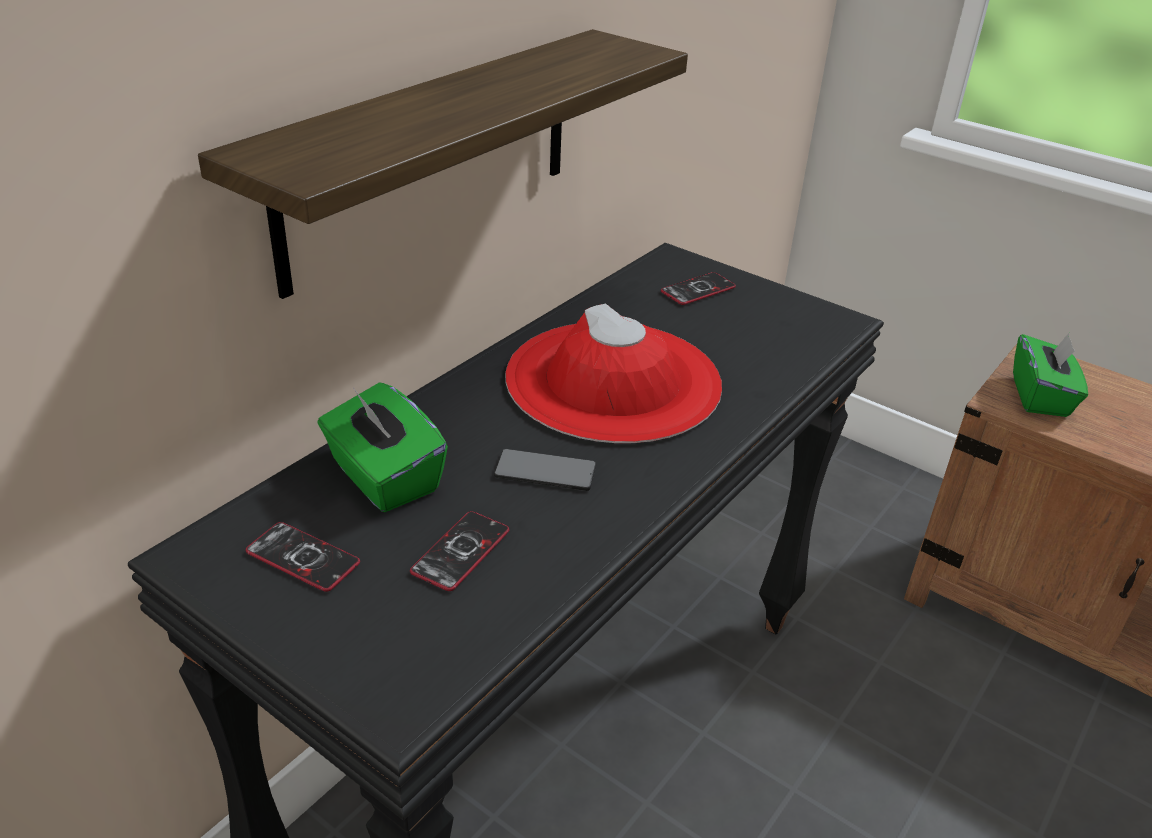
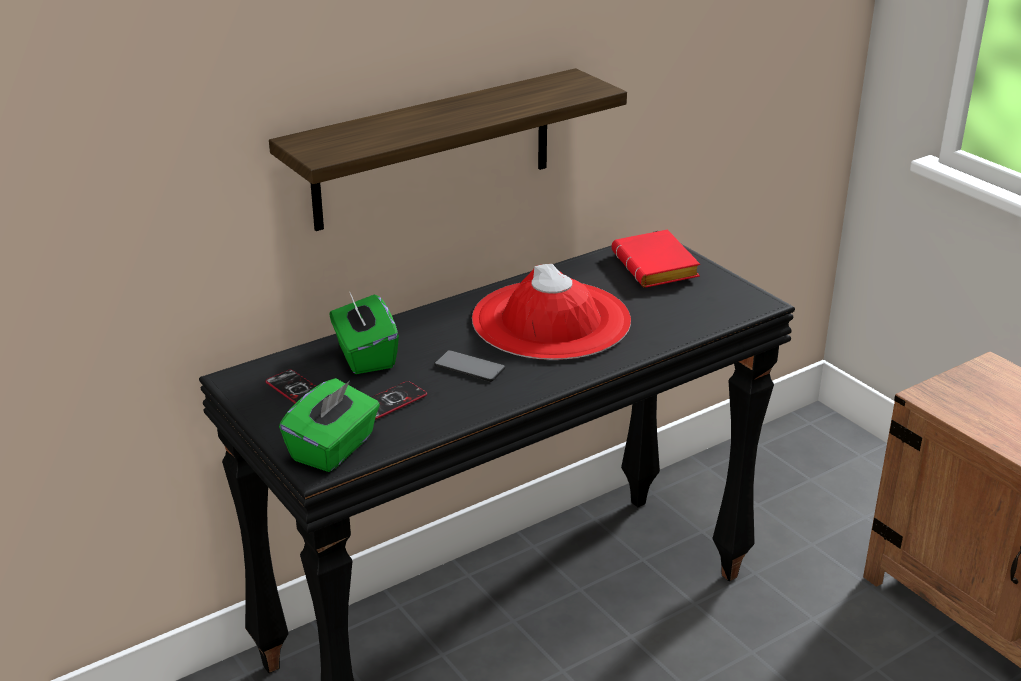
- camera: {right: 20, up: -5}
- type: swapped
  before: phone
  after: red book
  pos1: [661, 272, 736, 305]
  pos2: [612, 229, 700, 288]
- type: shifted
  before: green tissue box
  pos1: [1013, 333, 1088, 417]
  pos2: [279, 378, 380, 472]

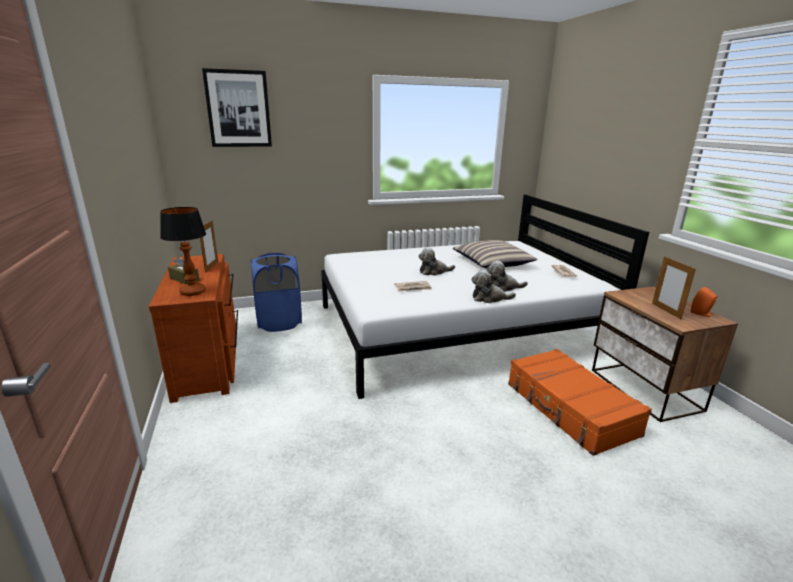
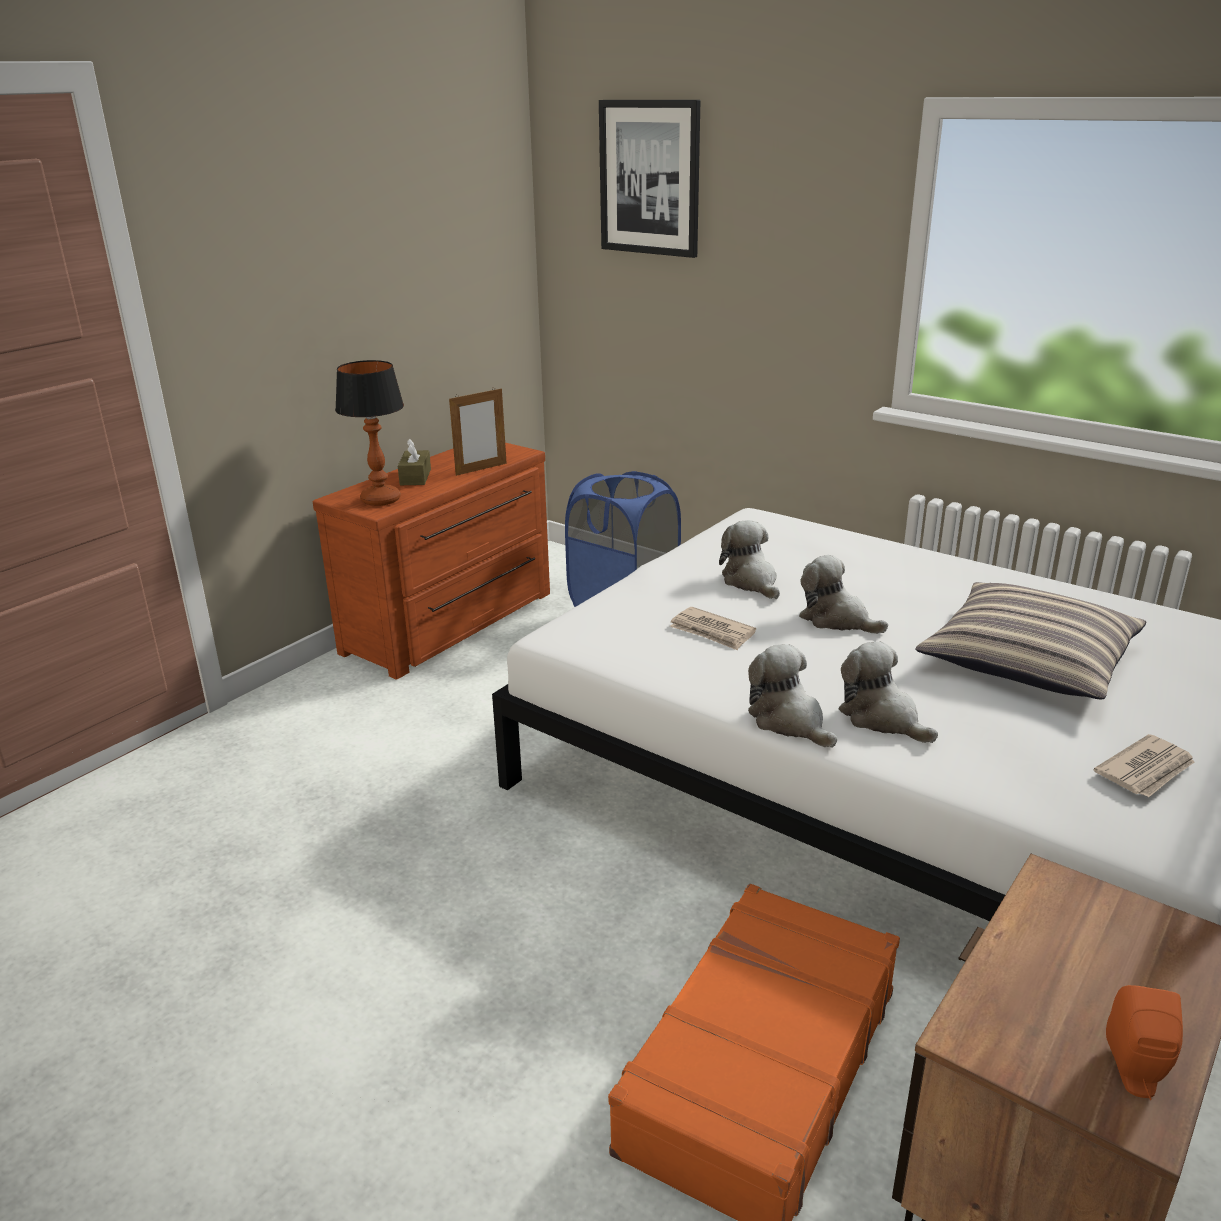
- camera: {right: 55, up: 5}
- type: gone
  before: picture frame
  pos1: [652, 256, 696, 319]
- type: new
  after: plush toy
  pos2: [719, 520, 780, 599]

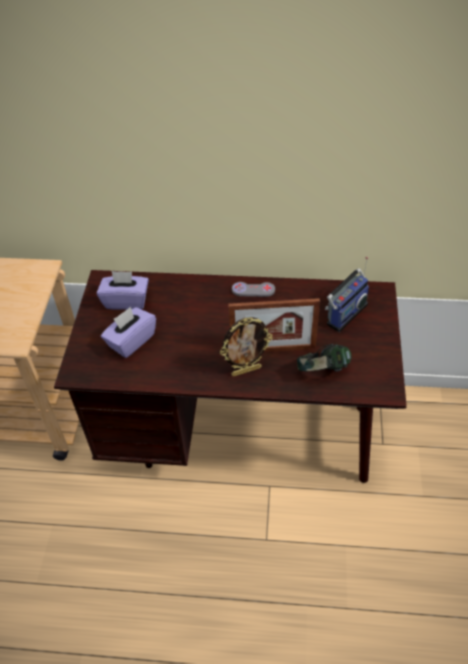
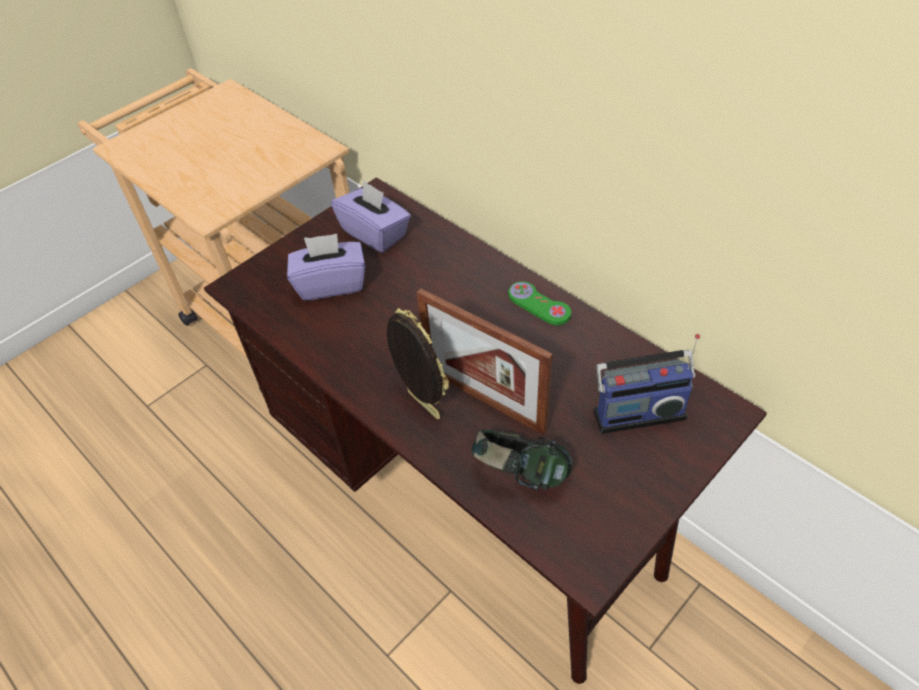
- camera: {right: 40, up: 0}
- type: rotated
  before: picture frame
  pos1: [220, 317, 272, 376]
  pos2: [387, 308, 449, 419]
  turn: -150
- type: repainted
  before: grey game controller
  after: green game controller
  pos1: [232, 282, 275, 297]
  pos2: [509, 282, 571, 325]

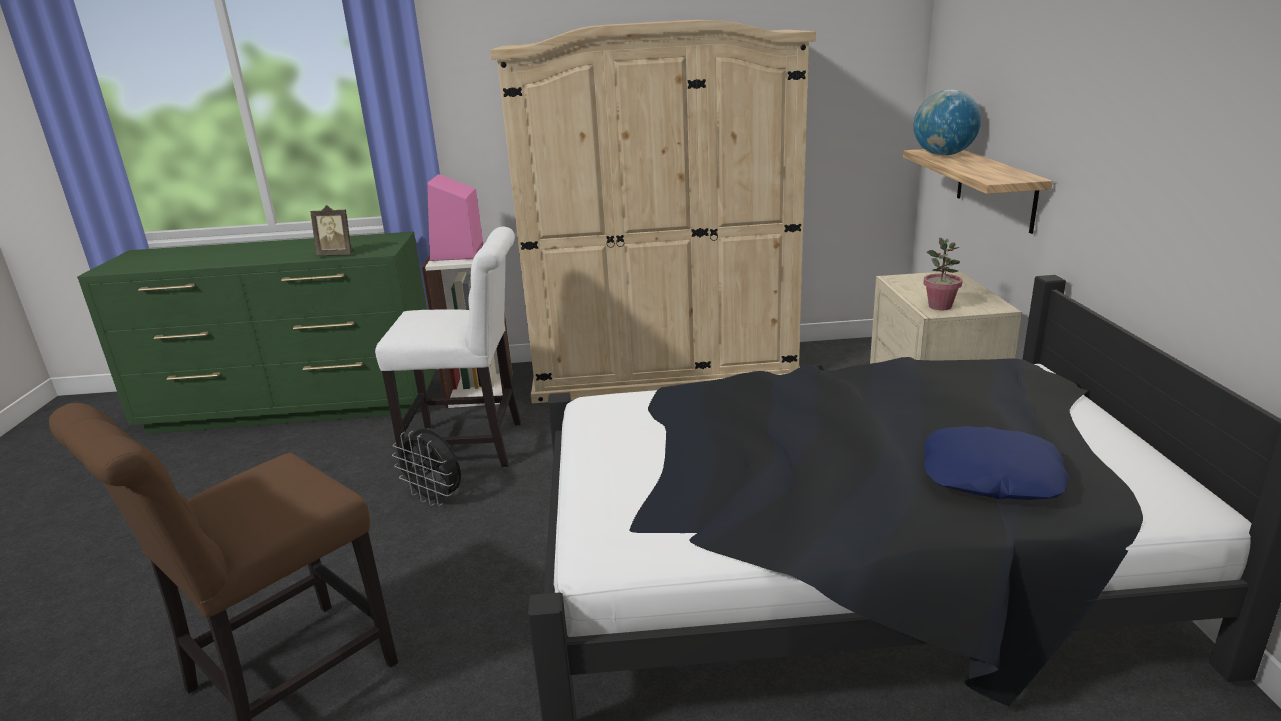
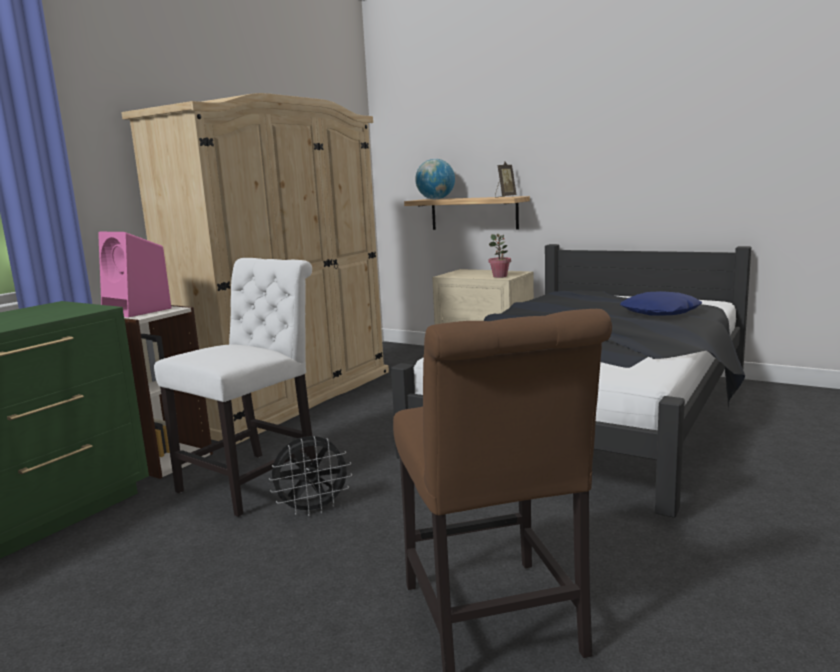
- camera: {right: -55, up: -10}
- type: shifted
  before: picture frame
  pos1: [310, 205, 354, 255]
  pos2: [495, 162, 516, 198]

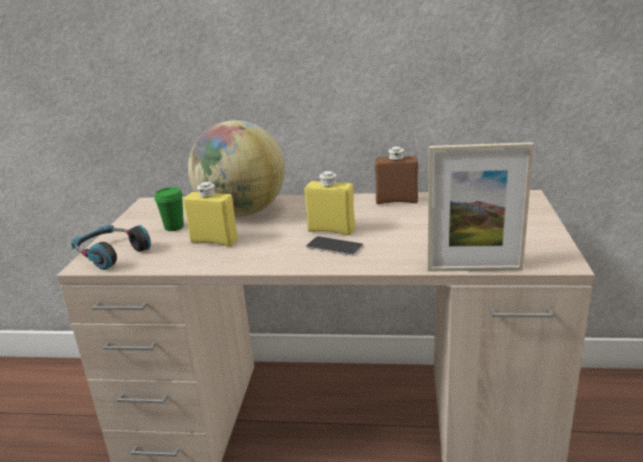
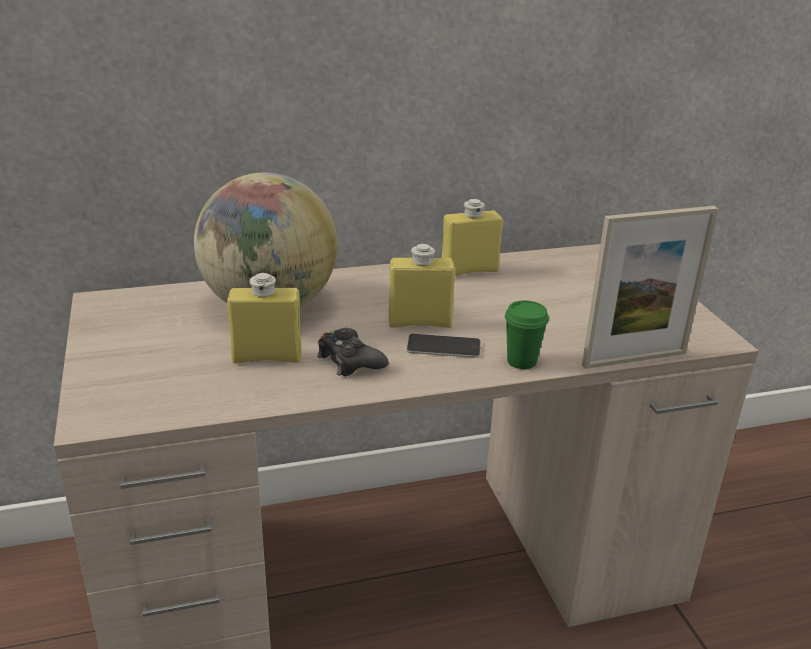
- camera: {right: -25, up: 5}
- type: gone
  before: headphones
  pos1: [71, 225, 151, 270]
- type: shifted
  before: green cup
  pos1: [154, 187, 184, 231]
  pos2: [505, 300, 549, 369]
- type: repainted
  before: brown bottle
  after: yellow bottle
  pos1: [375, 147, 418, 204]
  pos2: [442, 199, 503, 276]
- type: new
  after: black game controller
  pos2: [317, 328, 389, 376]

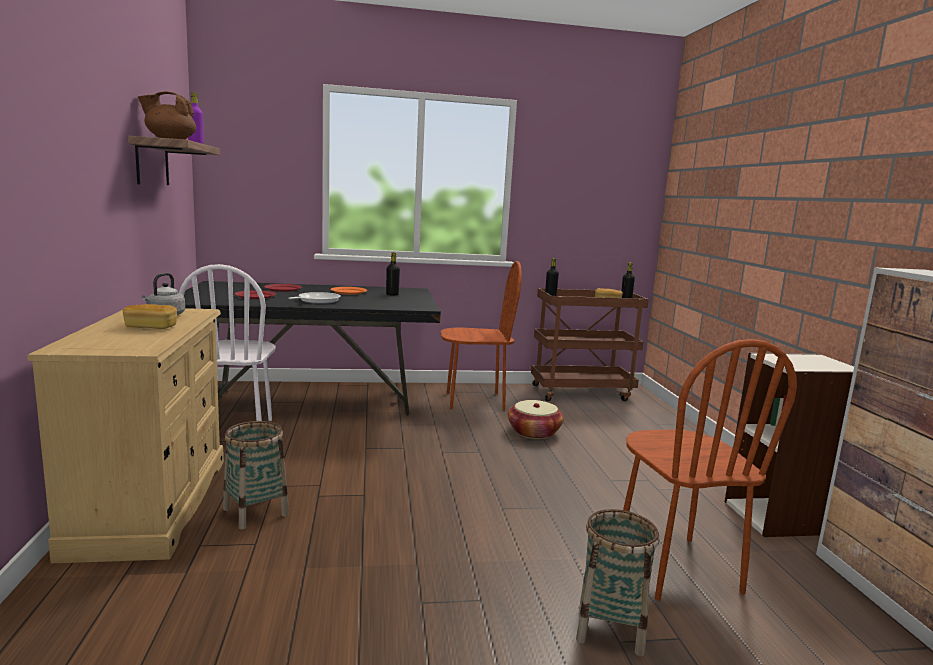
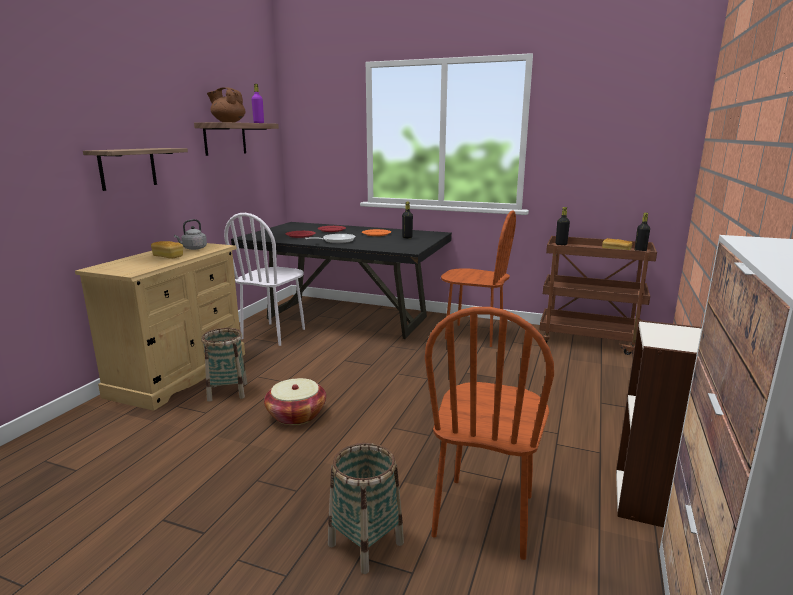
- camera: {right: 30, up: 5}
- type: shifted
  before: basket
  pos1: [508, 400, 564, 439]
  pos2: [264, 378, 326, 425]
- type: new
  after: shelf
  pos2: [83, 148, 188, 191]

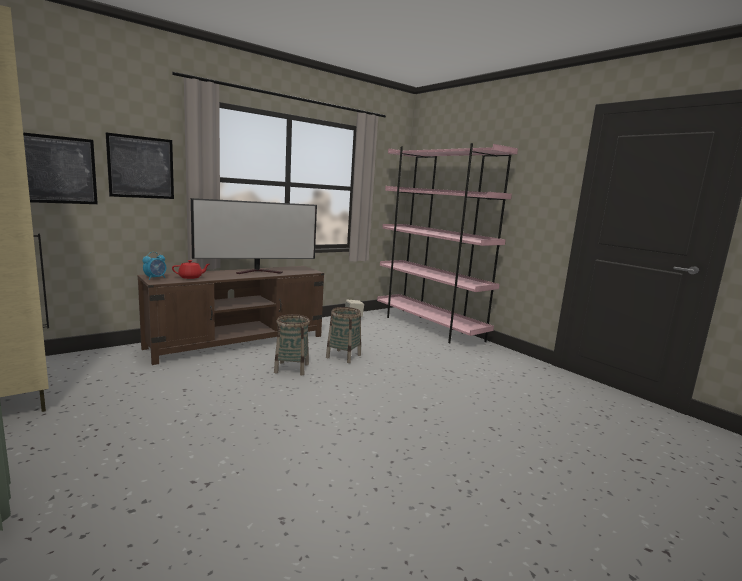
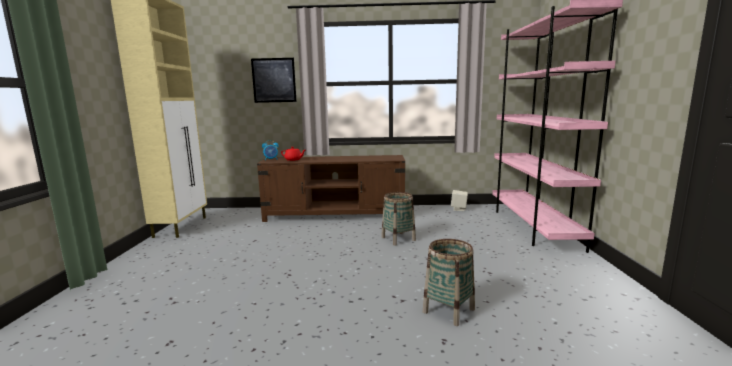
- camera: {right: 40, up: 0}
- type: gone
  before: picture
  pos1: [23, 132, 98, 204]
- type: gone
  before: television
  pos1: [191, 198, 317, 274]
- type: shifted
  before: basket
  pos1: [274, 314, 310, 375]
  pos2: [423, 239, 475, 326]

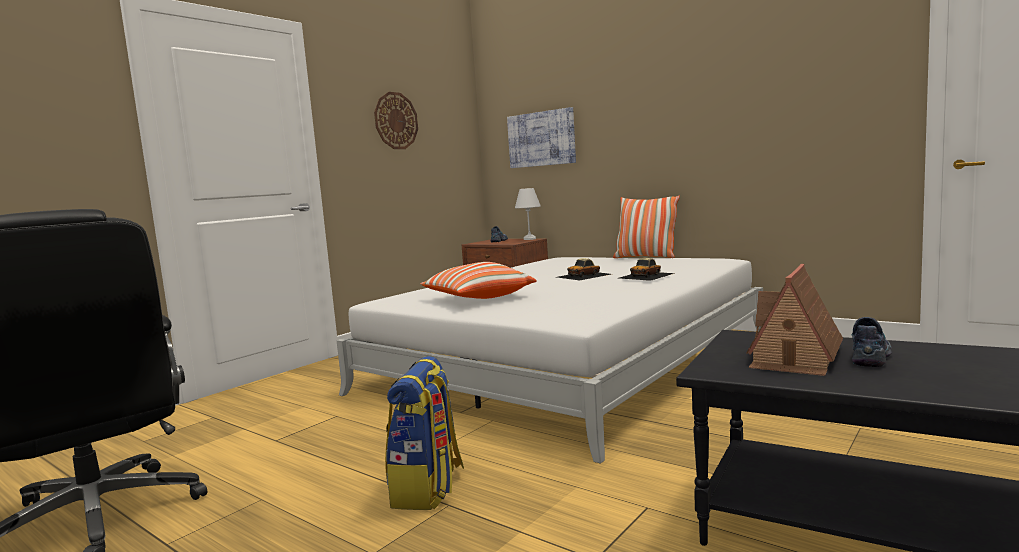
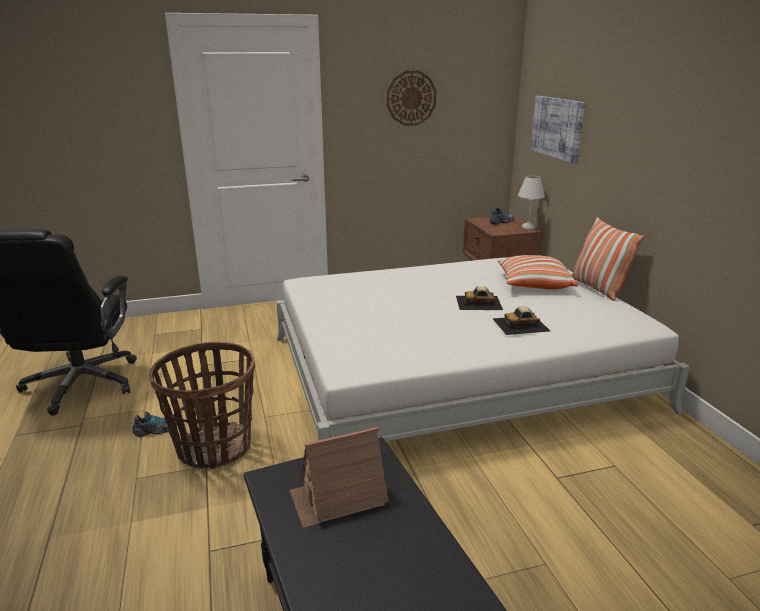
- camera: {right: 35, up: 15}
- type: swapped
  before: backpack
  after: basket
  pos1: [385, 356, 464, 510]
  pos2: [149, 342, 255, 469]
- type: shifted
  before: pillow
  pos1: [420, 262, 537, 299]
  pos2: [498, 255, 578, 290]
- type: shifted
  before: shoe
  pos1: [852, 317, 892, 367]
  pos2: [132, 411, 178, 437]

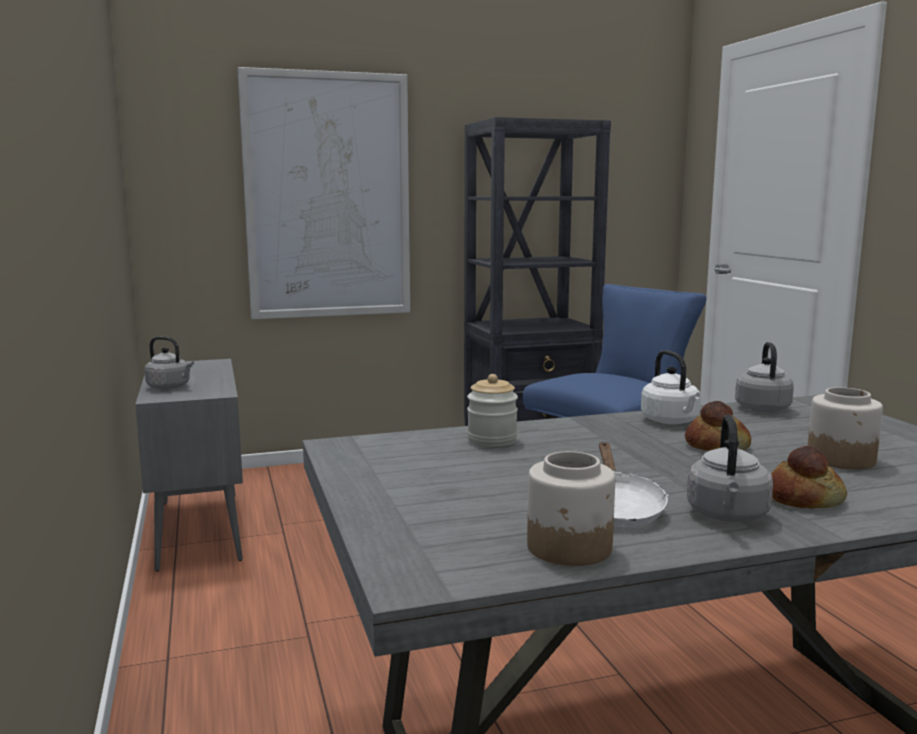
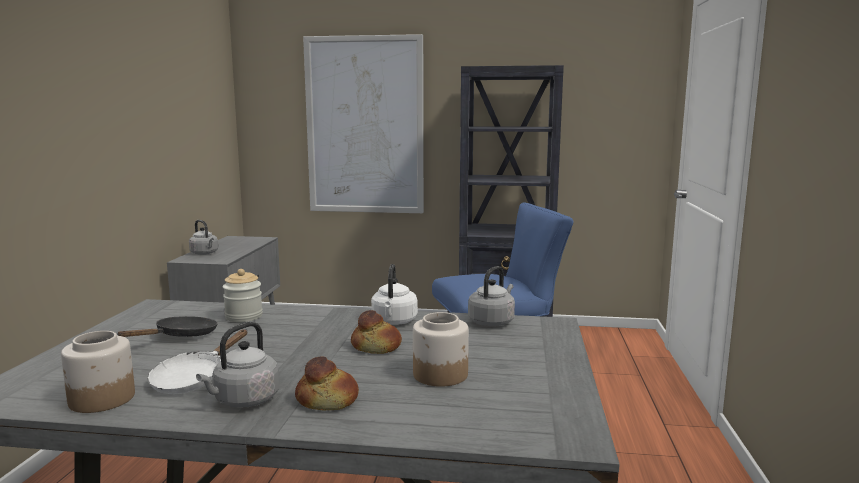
- camera: {right: 25, up: 0}
- type: new
  after: black frying pan
  pos2: [117, 316, 218, 337]

